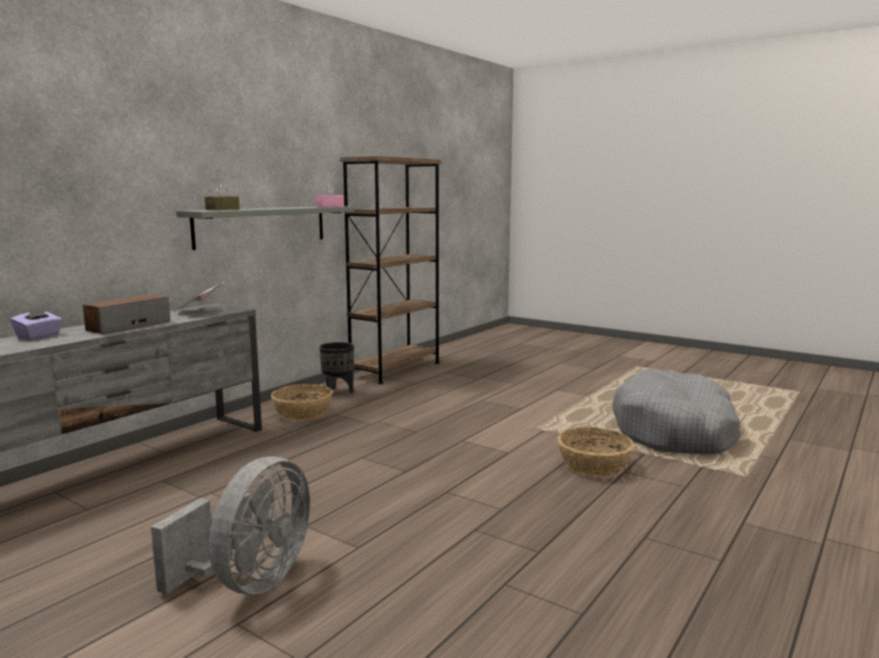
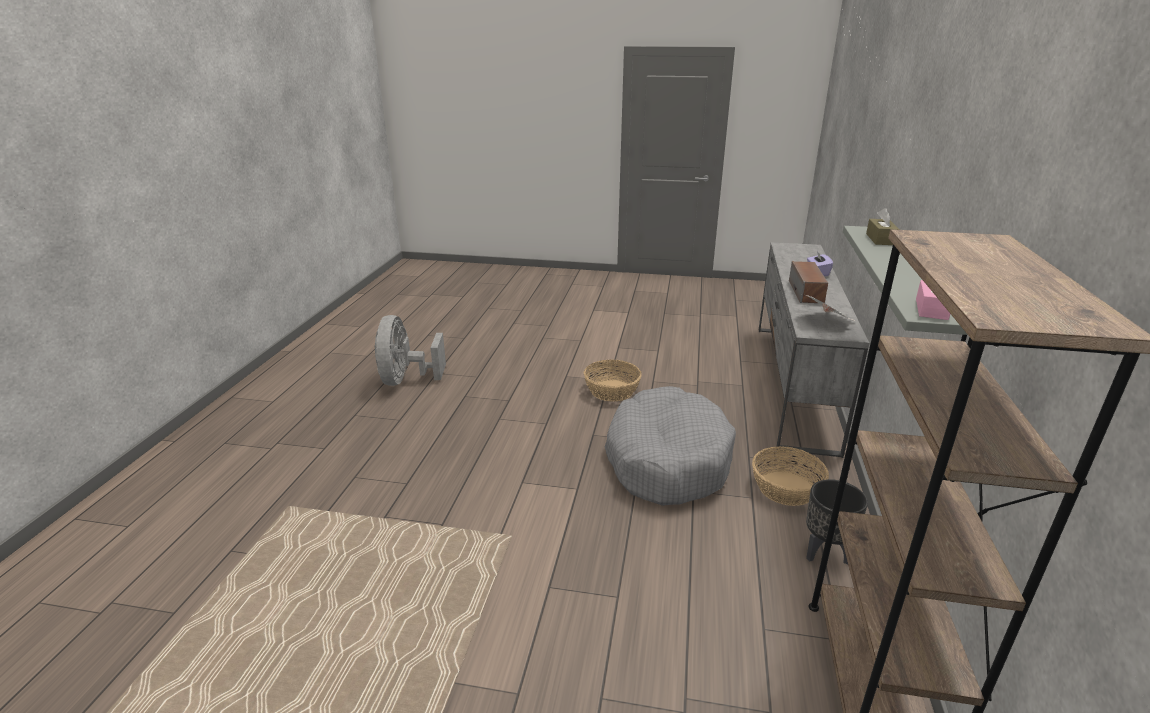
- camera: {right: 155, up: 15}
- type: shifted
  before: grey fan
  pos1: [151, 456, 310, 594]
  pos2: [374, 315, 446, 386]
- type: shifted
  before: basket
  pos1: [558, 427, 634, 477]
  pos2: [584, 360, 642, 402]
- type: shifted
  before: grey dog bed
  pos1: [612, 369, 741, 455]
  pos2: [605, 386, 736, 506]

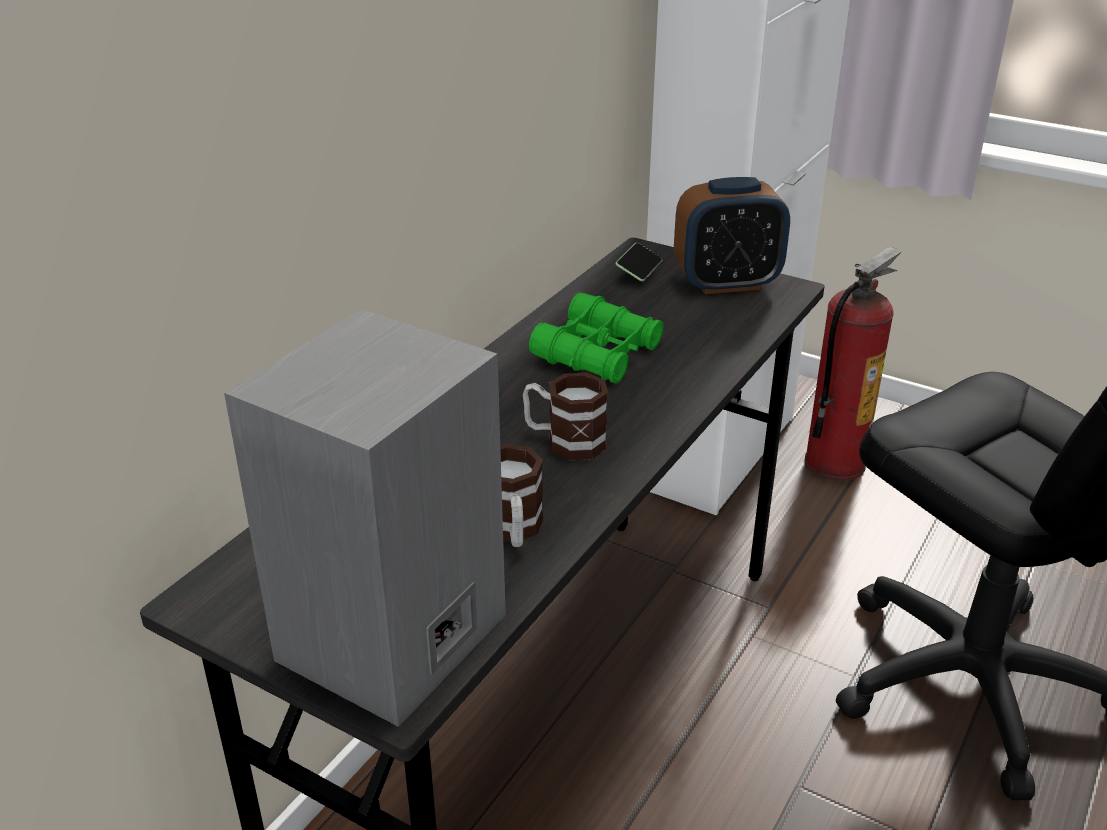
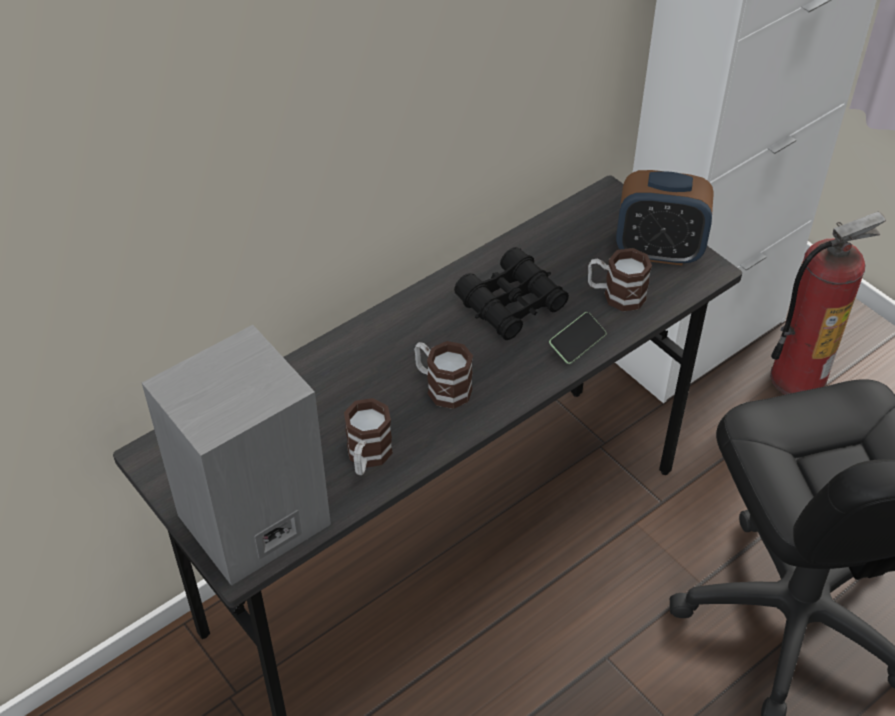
- camera: {right: 20, up: 15}
- type: repainted
  before: green binoculars
  after: black binoculars
  pos1: [529, 293, 664, 384]
  pos2: [454, 247, 569, 340]
- type: shifted
  before: phone
  pos1: [615, 243, 662, 281]
  pos2: [549, 312, 606, 364]
- type: new
  after: mug
  pos2: [588, 248, 652, 311]

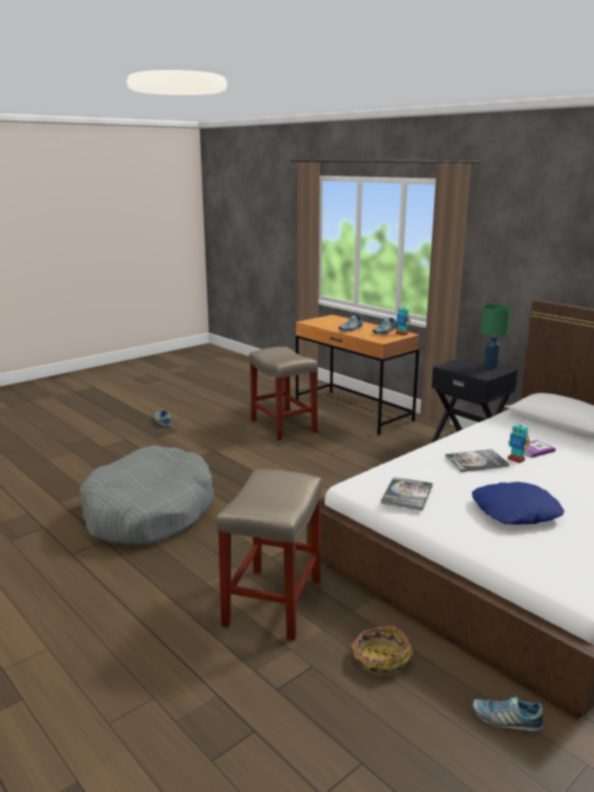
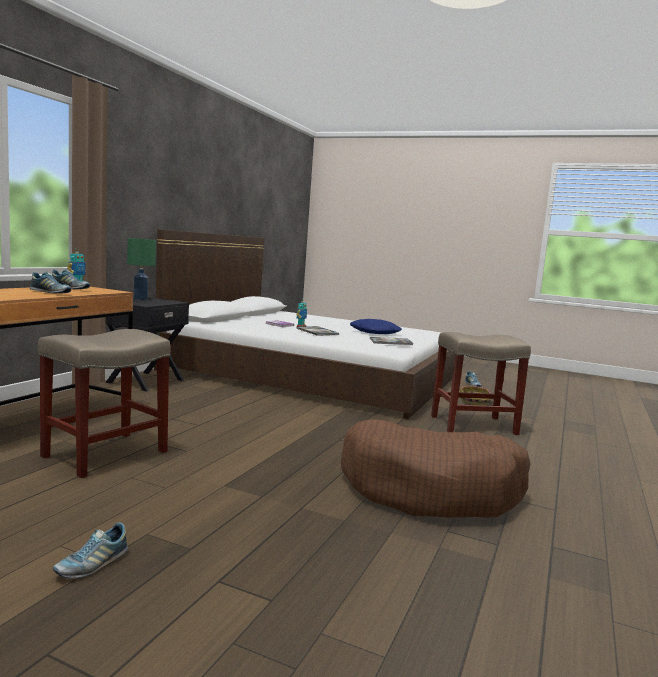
- camera: {right: -115, up: -10}
- type: repainted
  before: grey dog bed
  after: brown dog bed
  pos1: [80, 445, 214, 545]
  pos2: [341, 420, 531, 517]

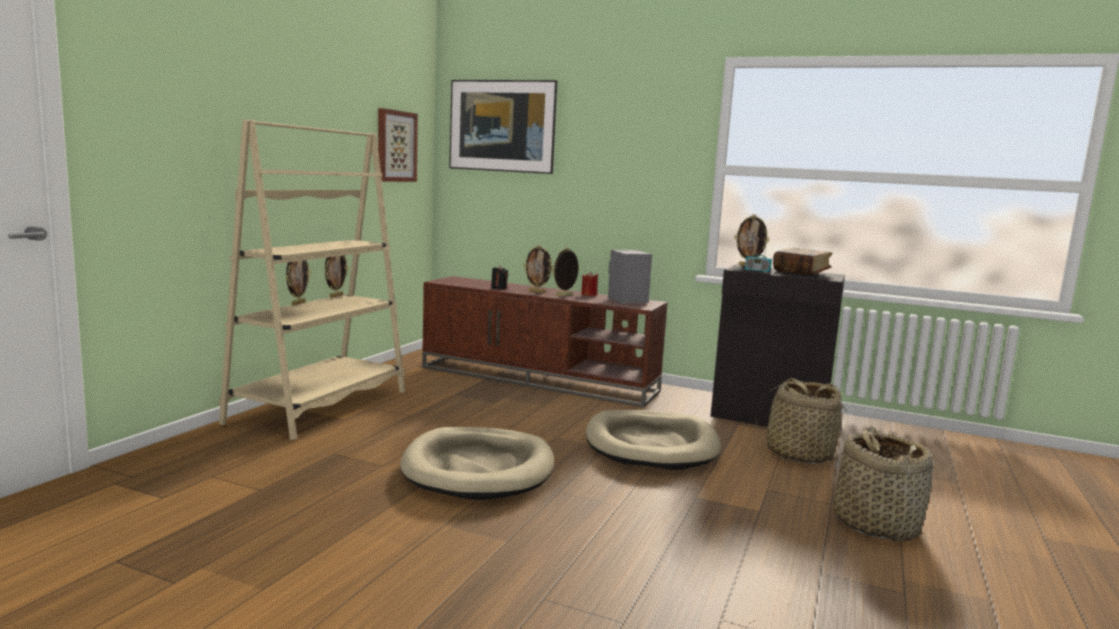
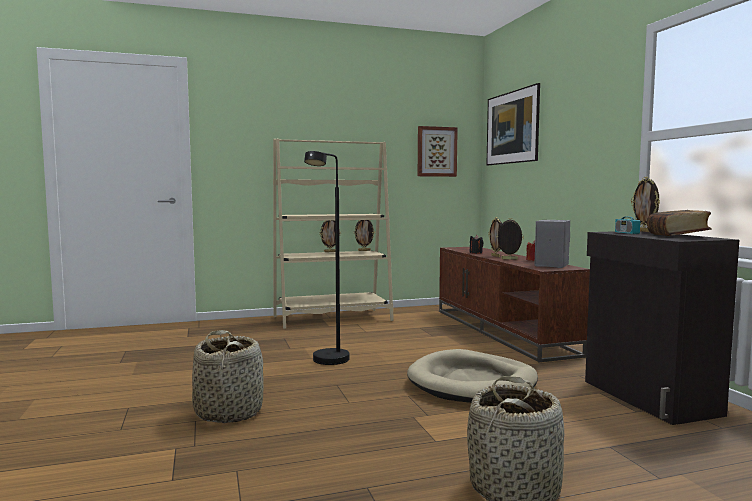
- camera: {right: 50, up: -5}
- type: swapped
  before: beige dog bed
  after: black floor lamp
  pos1: [400, 427, 554, 500]
  pos2: [304, 151, 349, 365]
- type: shifted
  before: basket
  pos1: [756, 378, 847, 464]
  pos2: [192, 330, 263, 423]

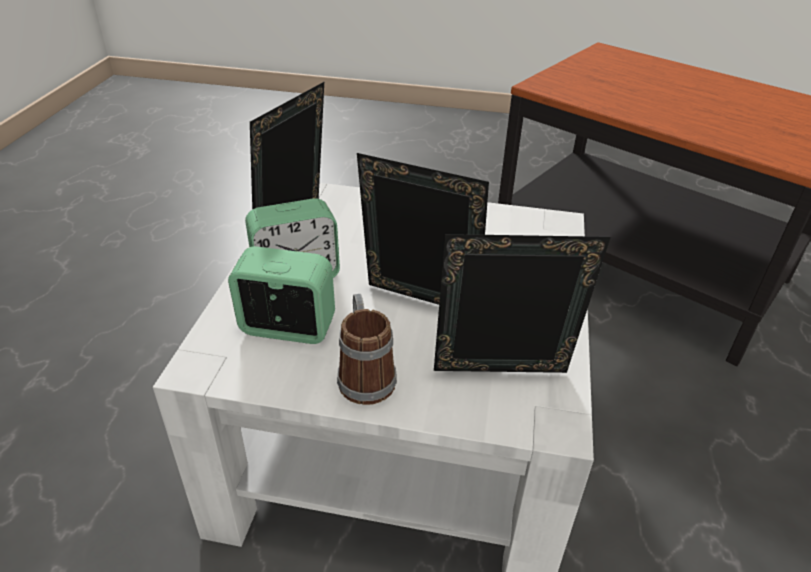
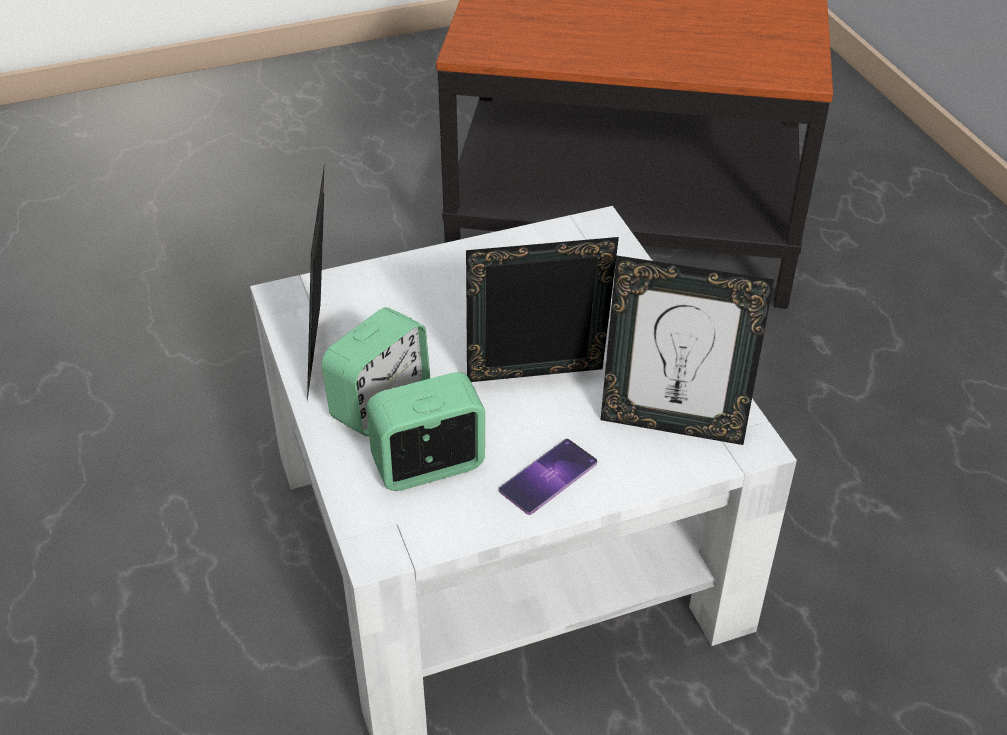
- camera: {right: -30, up: 5}
- type: swapped
  before: mug
  after: phone
  pos1: [337, 294, 397, 405]
  pos2: [499, 439, 597, 515]
- type: rotated
  before: picture frame
  pos1: [434, 234, 611, 373]
  pos2: [601, 255, 774, 445]
  turn: -135

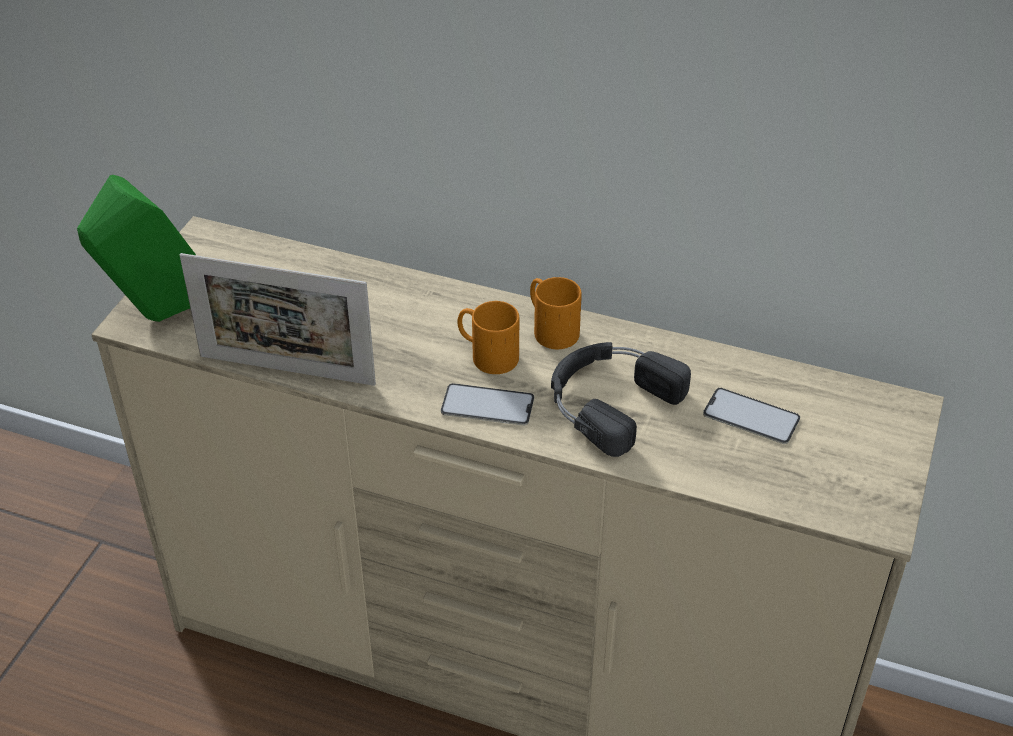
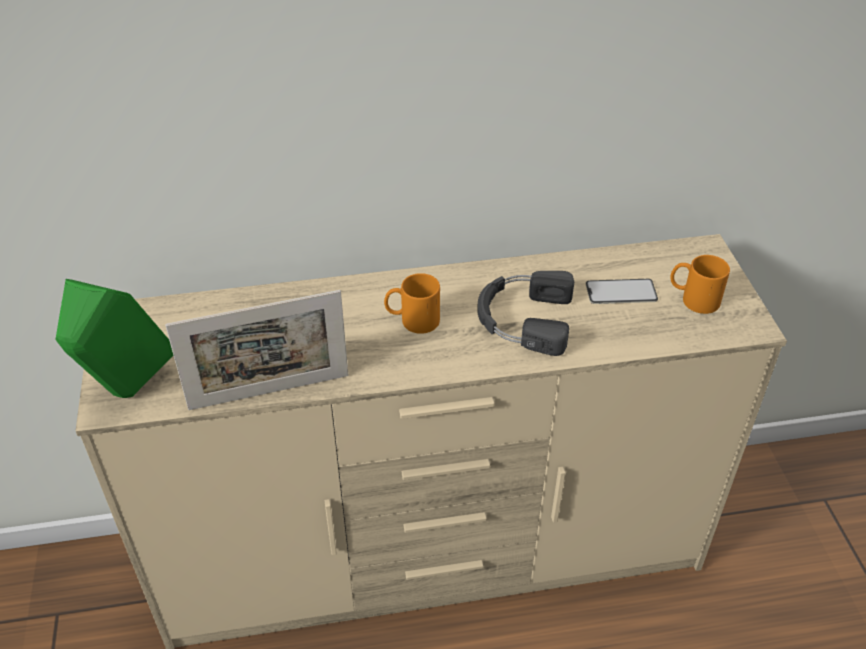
- camera: {right: -30, up: 0}
- type: gone
  before: phone
  pos1: [441, 383, 534, 426]
- type: shifted
  before: orange mug
  pos1: [530, 277, 582, 349]
  pos2: [671, 255, 730, 314]

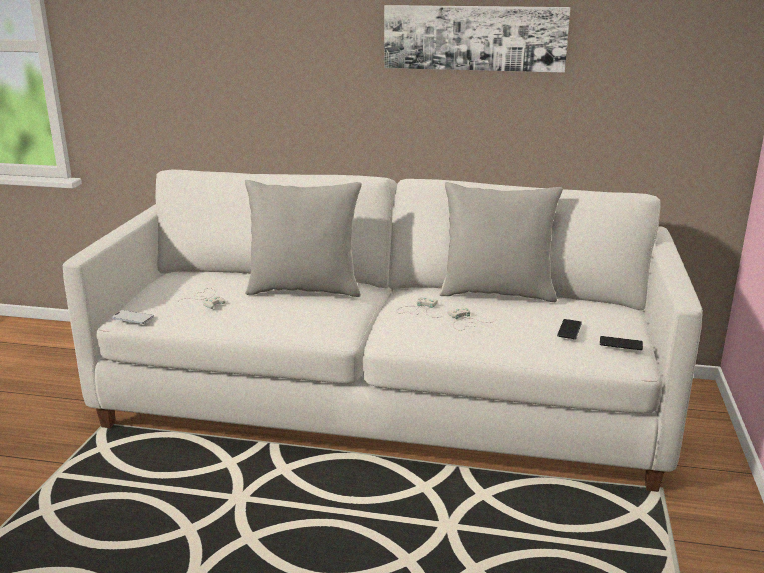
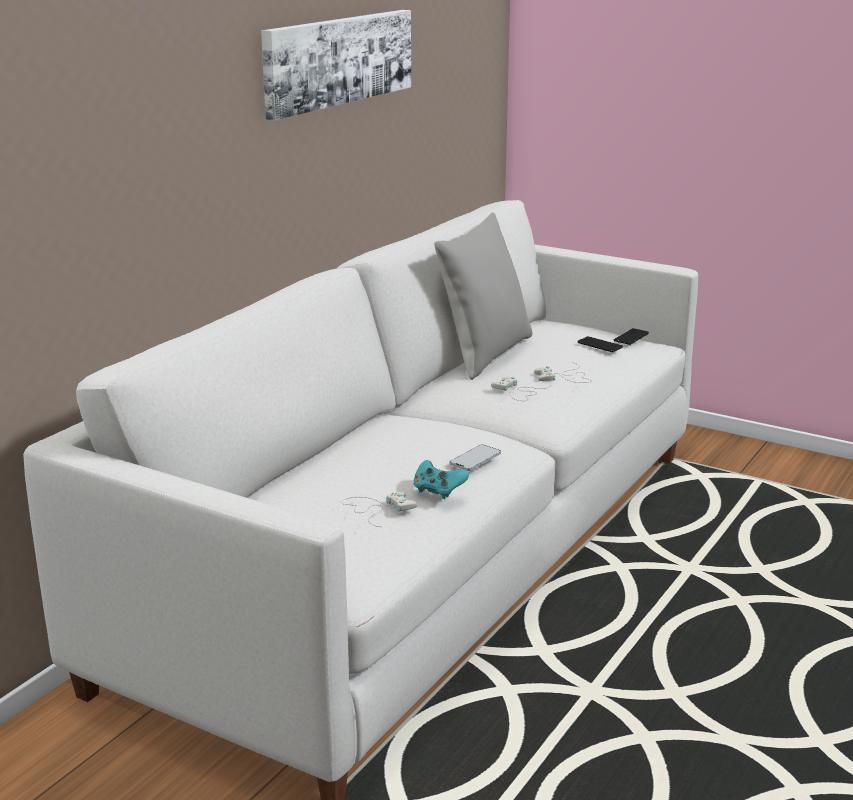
- camera: {right: -70, up: 0}
- type: shifted
  before: phone
  pos1: [112, 310, 154, 324]
  pos2: [449, 444, 501, 471]
- type: gone
  before: grey pillow
  pos1: [245, 180, 362, 297]
- type: new
  after: turquoise game controller
  pos2: [414, 460, 469, 499]

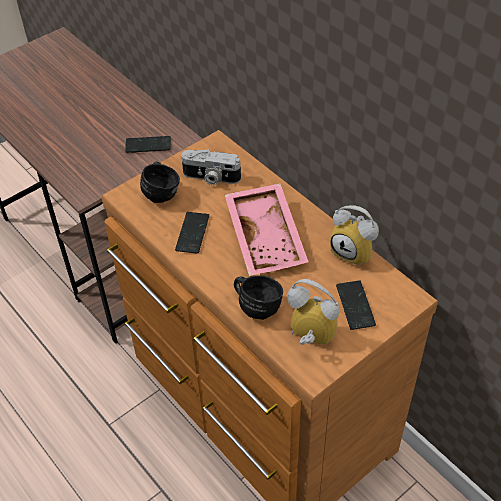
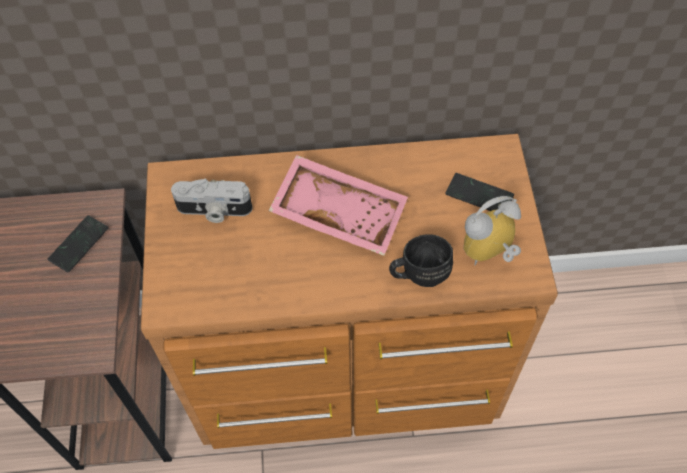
- camera: {right: -55, up: 10}
- type: gone
  before: black mug
  pos1: [140, 162, 180, 203]
- type: gone
  before: phone
  pos1: [175, 212, 209, 254]
- type: rotated
  before: photo camera
  pos1: [181, 150, 241, 185]
  pos2: [171, 178, 253, 223]
  turn: 45
- type: gone
  before: alarm clock
  pos1: [330, 205, 379, 267]

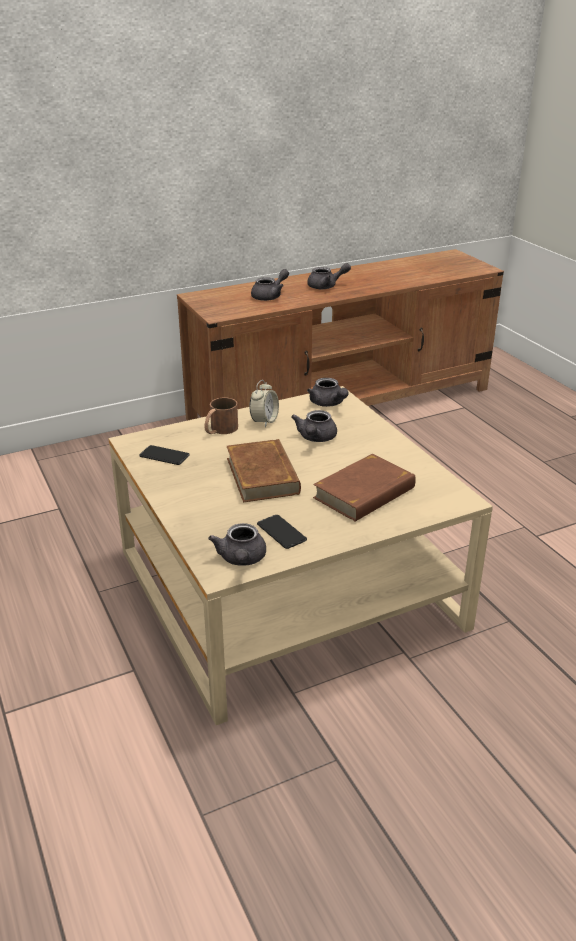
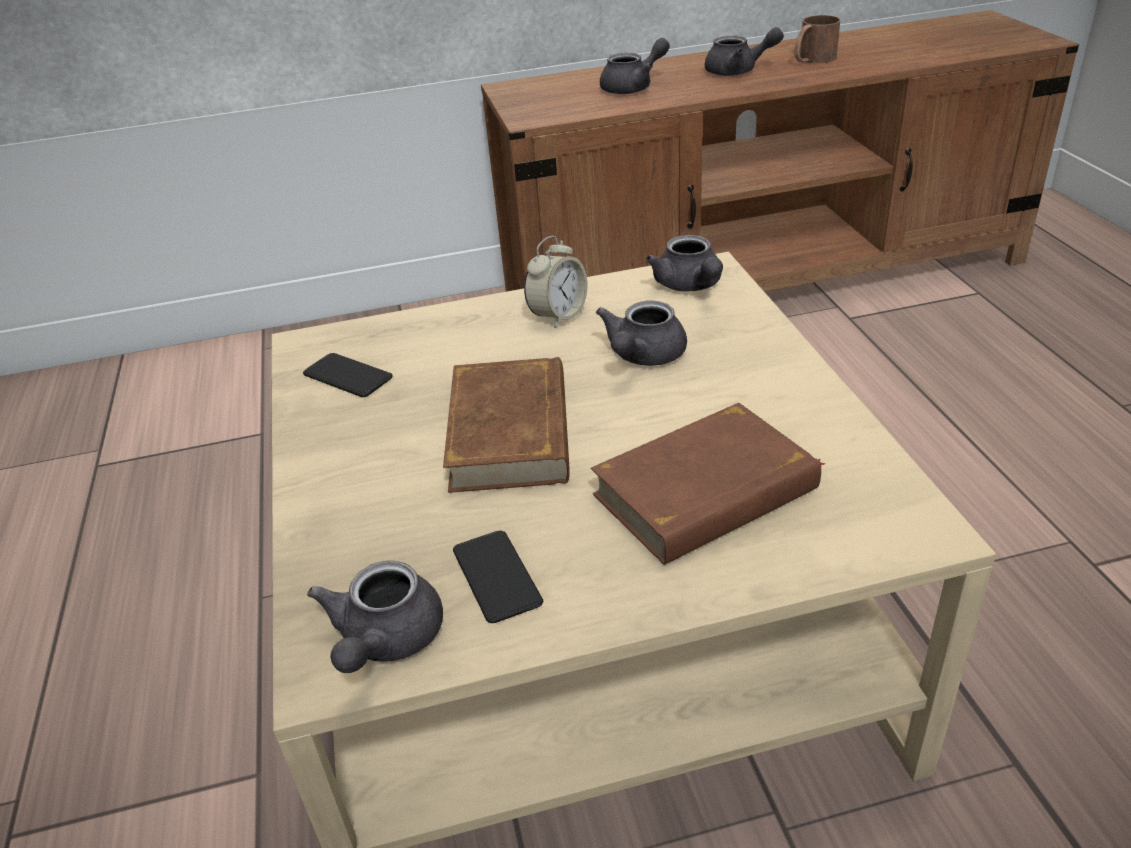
- camera: {right: 15, up: 5}
- type: shifted
  before: brown mug
  pos1: [204, 397, 238, 434]
  pos2: [794, 15, 840, 63]

